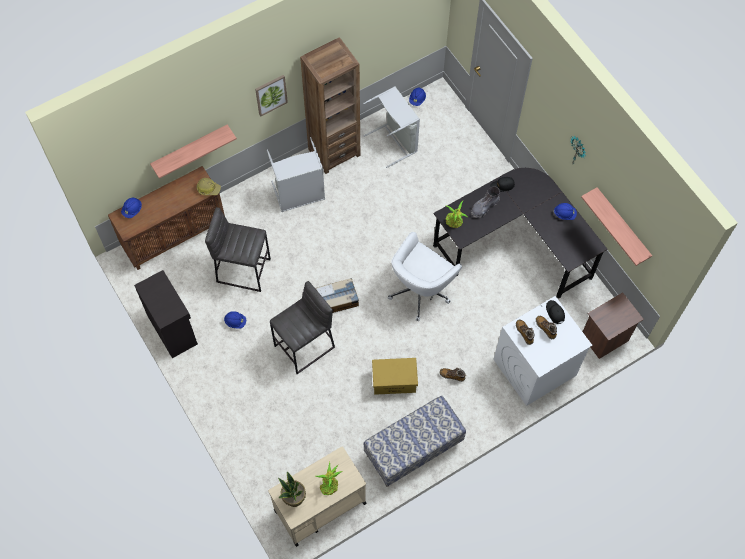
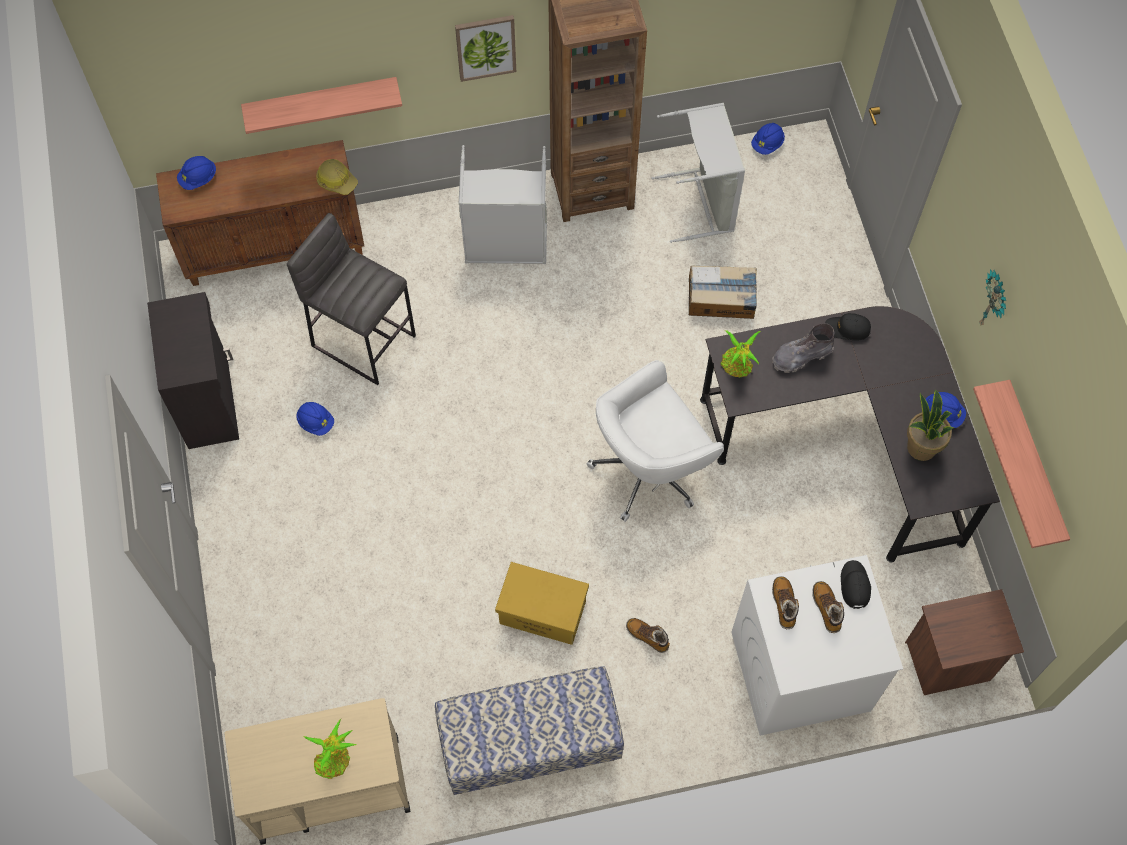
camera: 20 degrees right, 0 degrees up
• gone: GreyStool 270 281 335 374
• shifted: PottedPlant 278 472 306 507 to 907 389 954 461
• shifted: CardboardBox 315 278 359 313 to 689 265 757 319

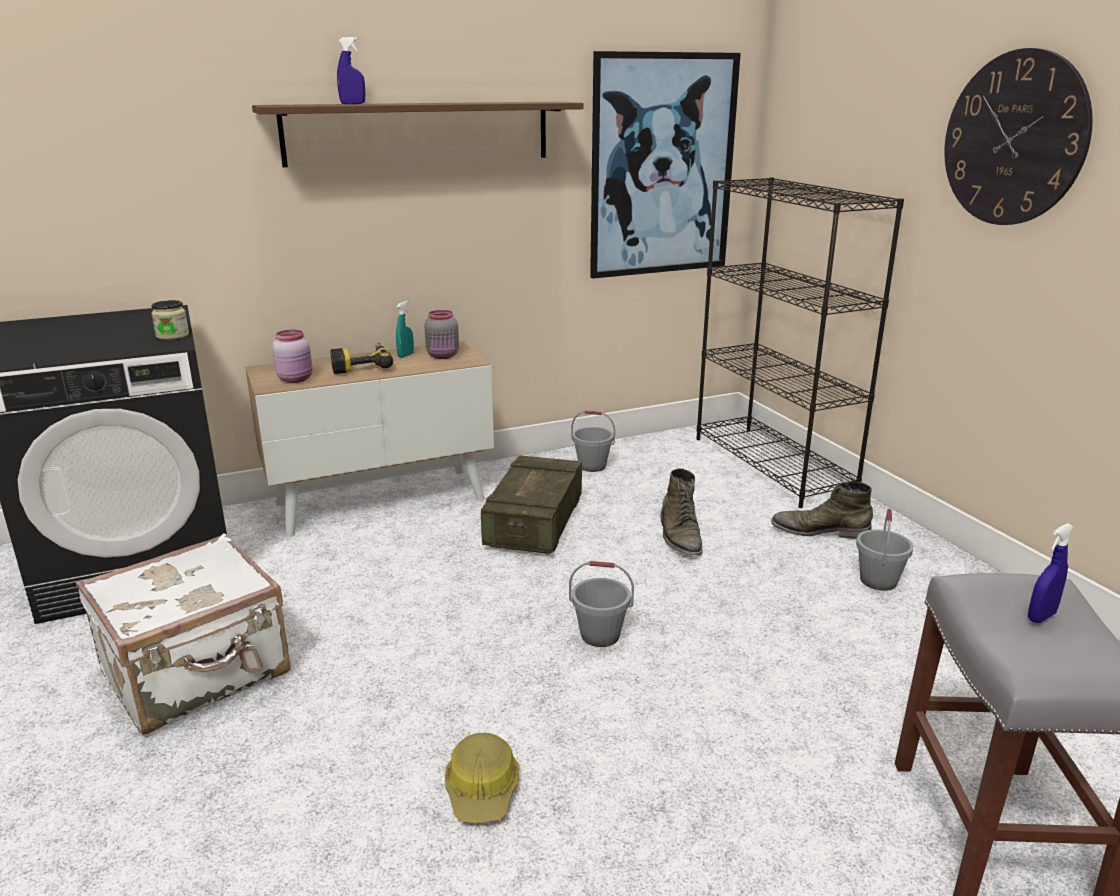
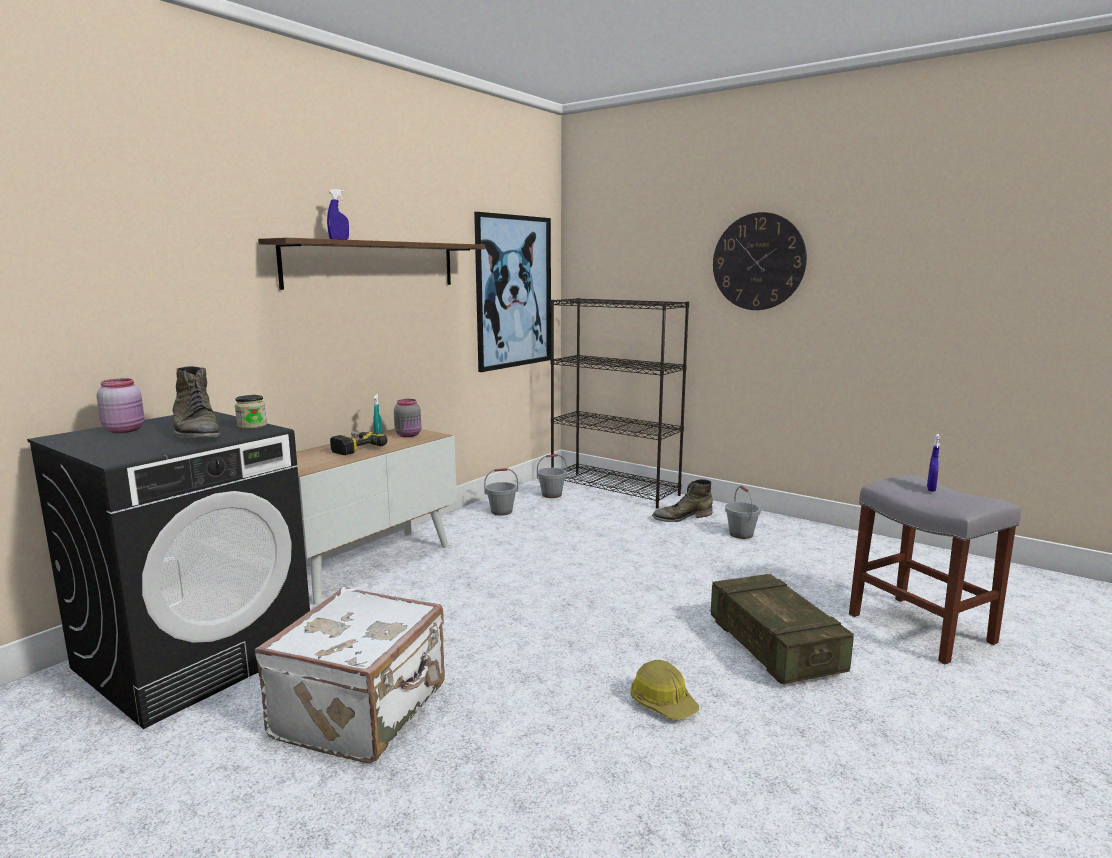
camera: 30 degrees left, 10 degrees down
• shifted: PinkJar 272 330 313 383 to 97 378 145 433
• shifted: Crate 481 455 582 554 to 711 574 854 684
• shifted: GreyBucket 569 561 634 647 to 537 454 567 498
• shifted: GreenBoot 660 468 703 556 to 172 366 221 438

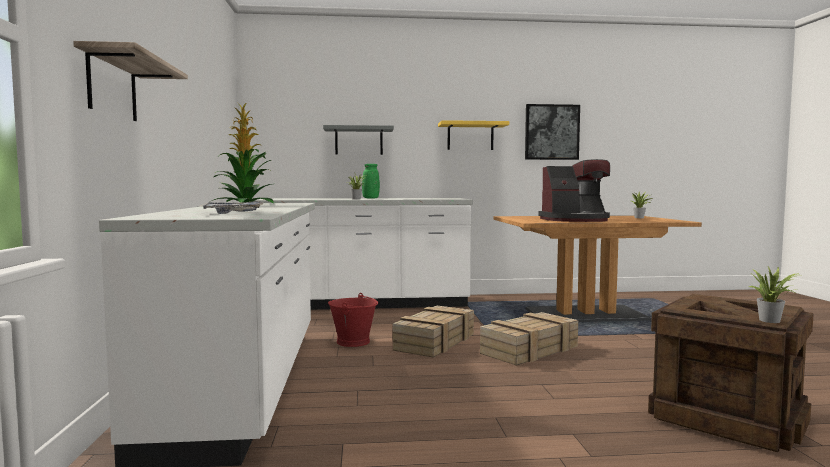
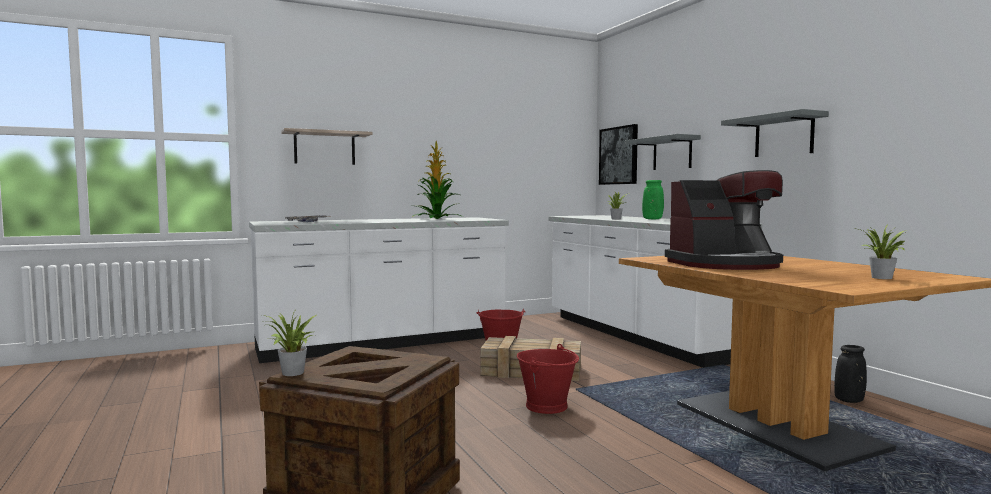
camera: 70 degrees right, 0 degrees up
• new: BlackVase 834 345 867 403
• shifted: Picture 525 104 580 160 to 599 124 638 185
• swapped: Crate 480 312 578 366 to RedBucket 517 344 579 414
• repainted: YellowShelf 438 120 509 150 to GreyShelf 721 109 829 157
• rotated: CoffeeMachine 538 159 610 222 = 665 170 783 270 75 degrees counterclockwise

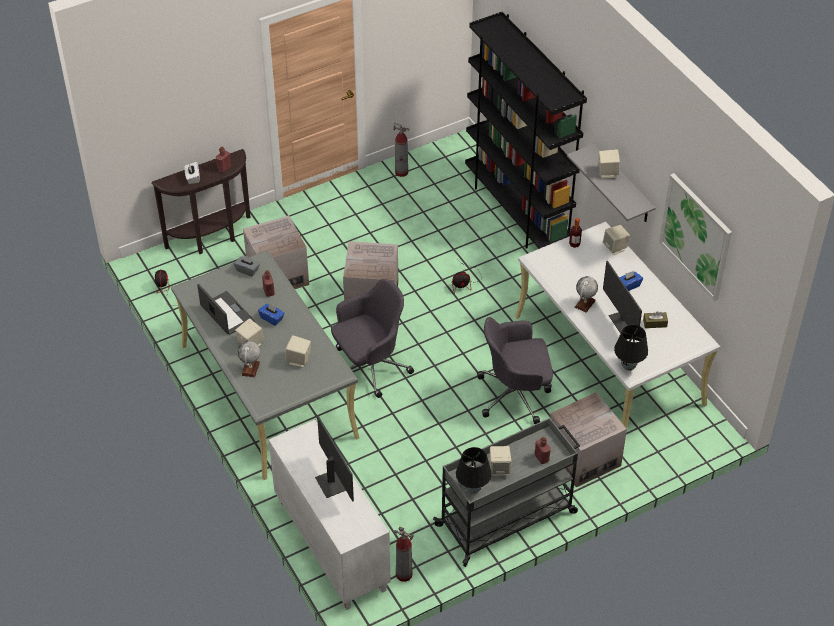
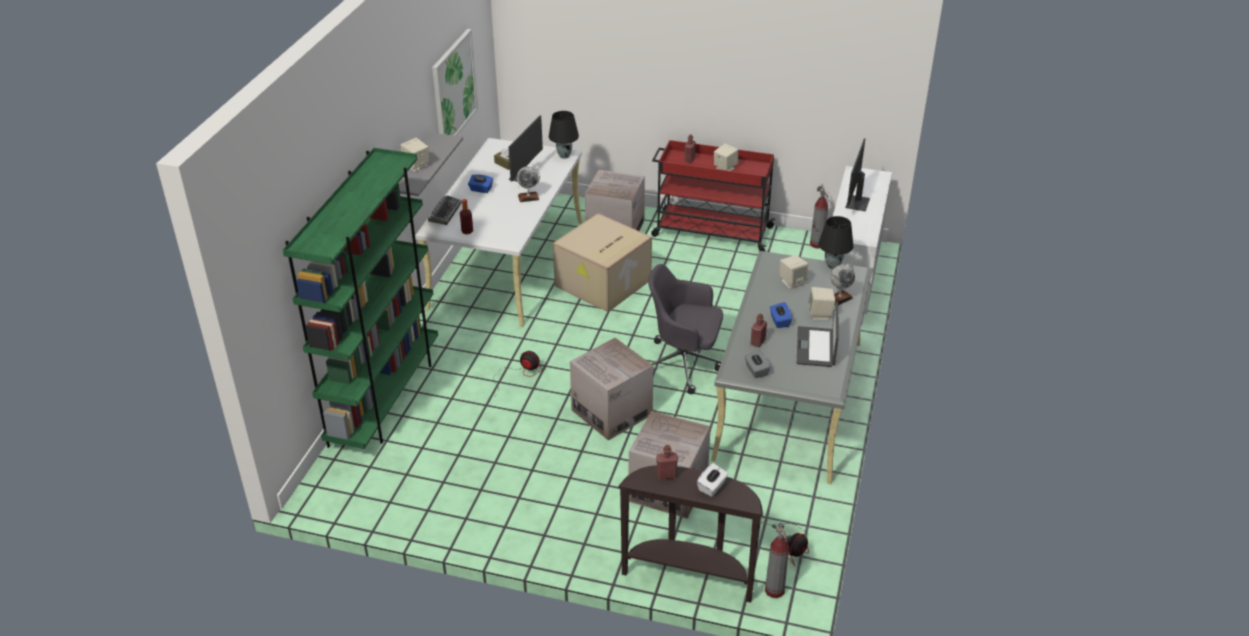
camera: 135 degrees left, 10 degrees down
• shifted: FireExtinguisher 393 123 409 177 to 765 522 792 598
• shifted: BlackTableLamp 456 447 492 494 to 818 216 853 269
• swapped: GreyOfficeChair 477 317 553 424 to CardboardBox 553 213 652 312
• swapped: BeigeSpeaker 603 225 630 255 to Keyboard 428 195 462 225
• repainted: GreyCart 433 418 580 567 to RedCart 651 140 776 251
• repainted: BlackBookcase 465 12 587 249 to GreenBookcase 283 148 438 449

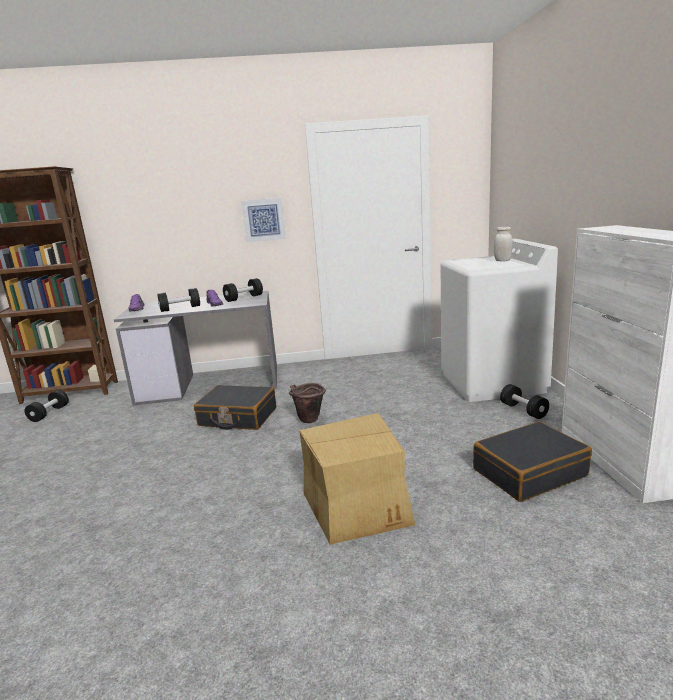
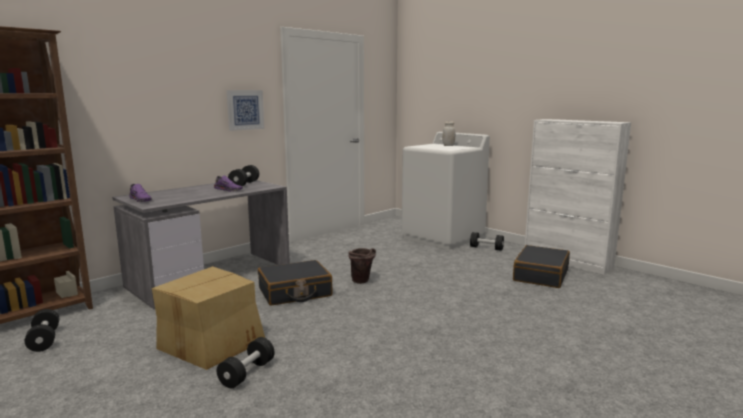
camera: 40 degrees left, 5 degrees down
• shifted: BlackDumbbell 158 288 200 312 to 217 337 275 388
• shifted: CardboardBox 299 413 415 545 to 152 266 265 370

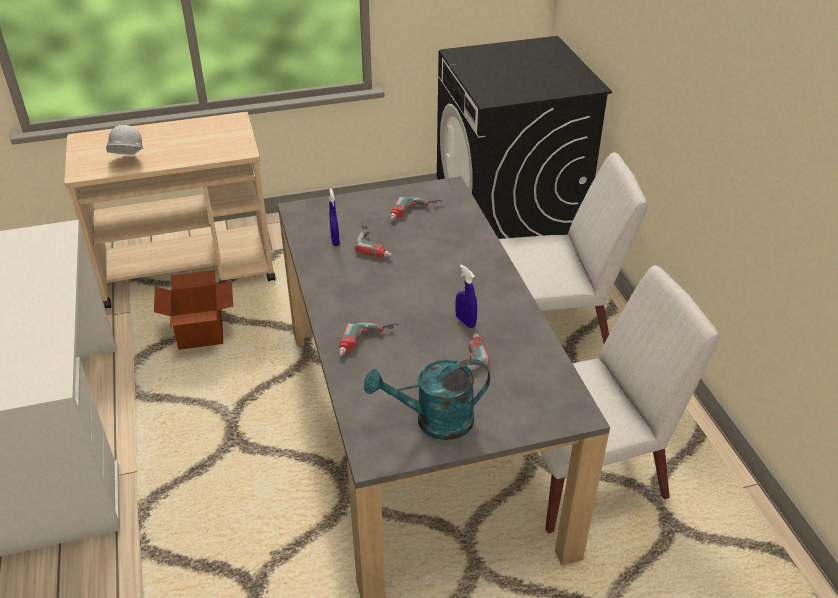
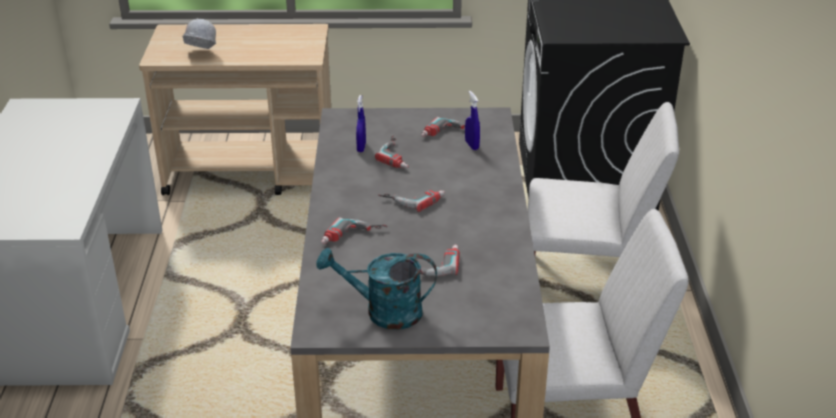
camera: 15 degrees right, 5 degrees down
• gone: CardboardBox 154 270 233 350
• new: PowerDrill 378 190 445 212
• shifted: BlueSprayBottle 455 264 477 328 to 465 91 480 150

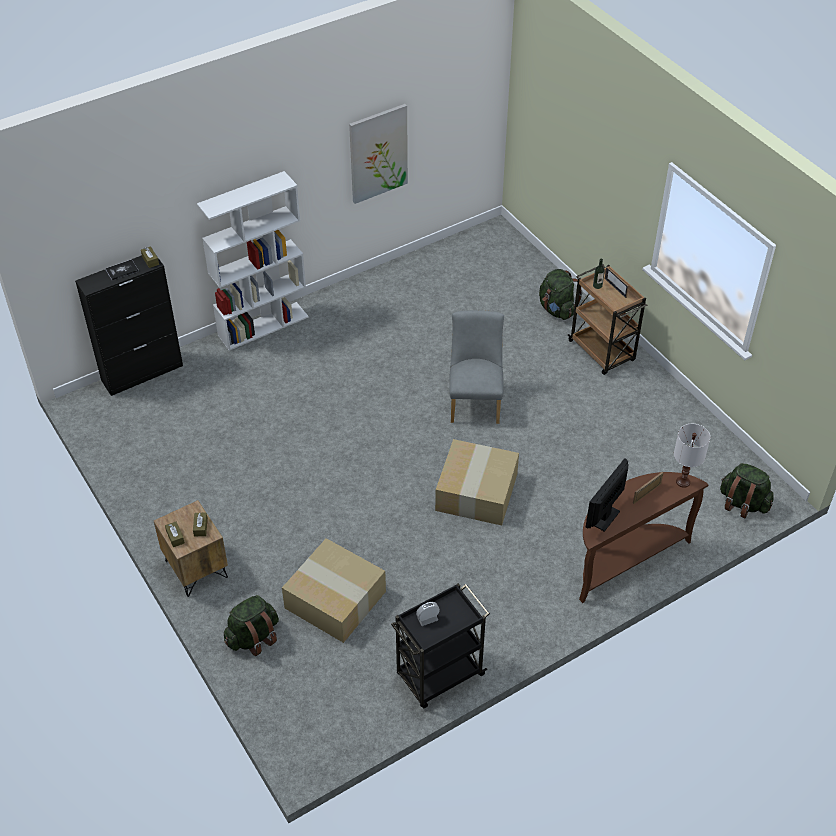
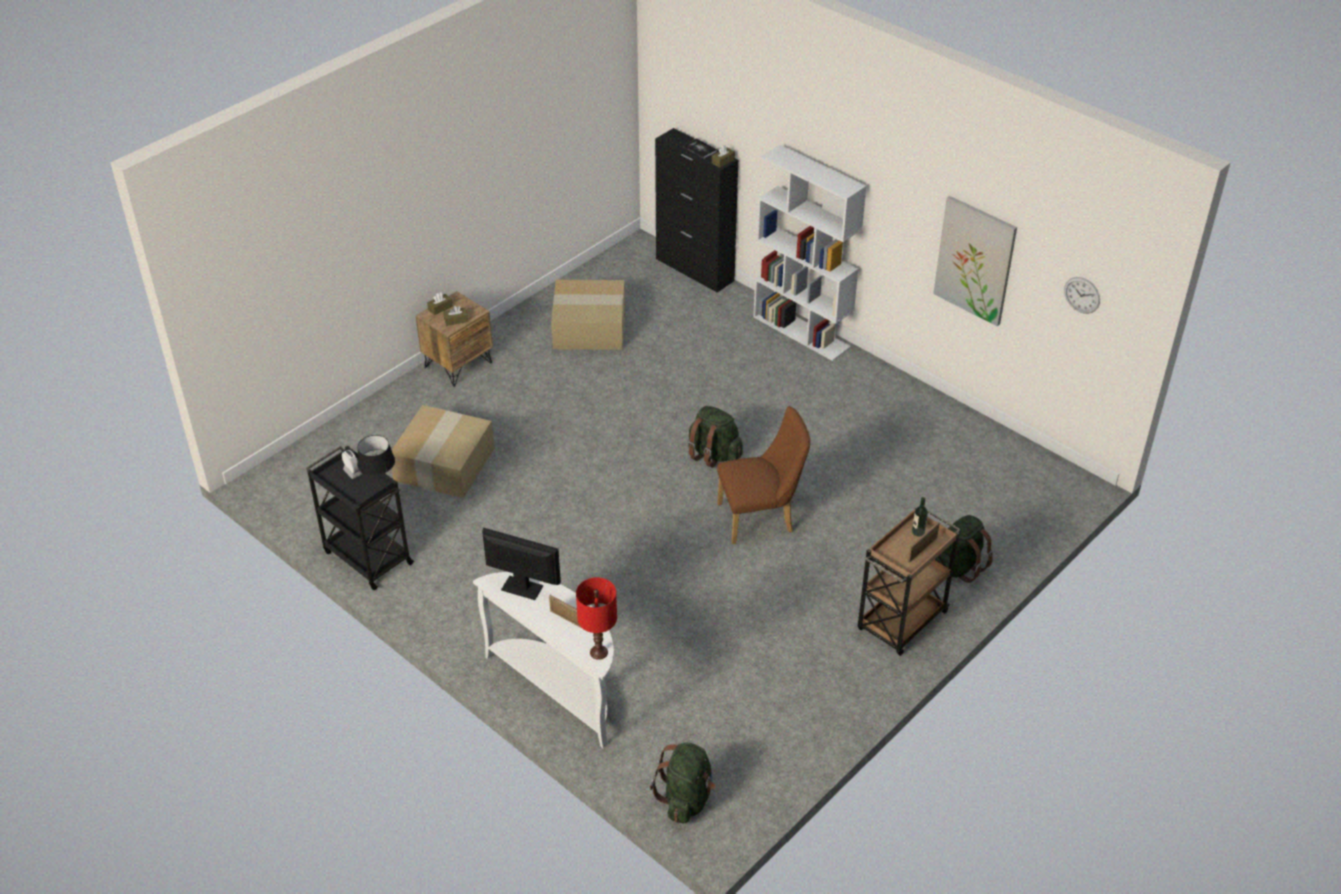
camera: 75 degrees right, 5 degrees down
• new: BlackTableLamp 357 435 395 487
• new: WallClock 1064 277 1100 314
• shifted: GreenBackpack 224 595 279 656 to 688 406 743 468
• shifted: CardboardBox 435 439 519 526 to 551 280 625 350
• repainted: GreyChair 449 310 504 424 to BrownChair 717 406 811 544
• repainted: BrownConsoleTable 579 472 708 603 to WhiteConsoleTable 473 572 614 749
• repainted: WhiteTableLamp 674 424 710 488 to RedTableLamp 576 577 617 660

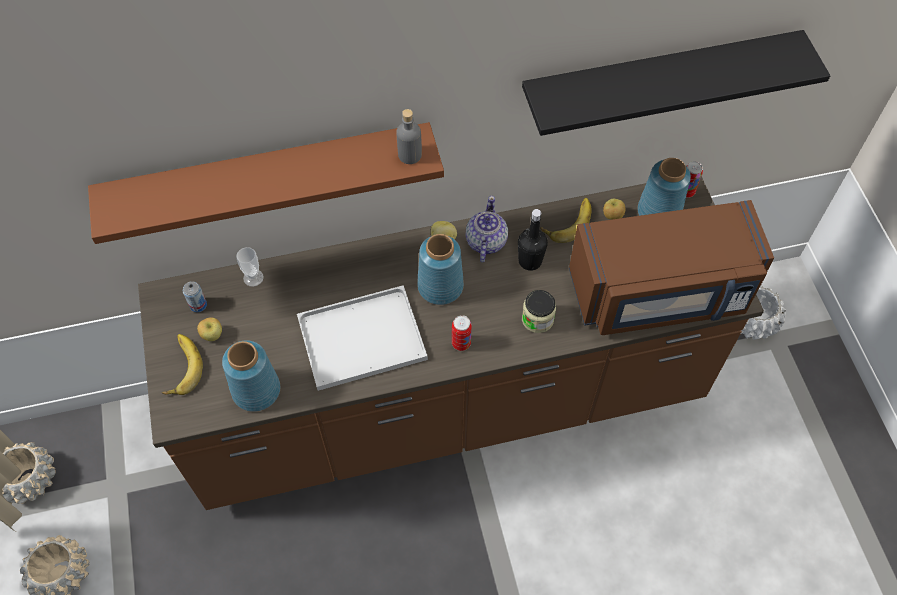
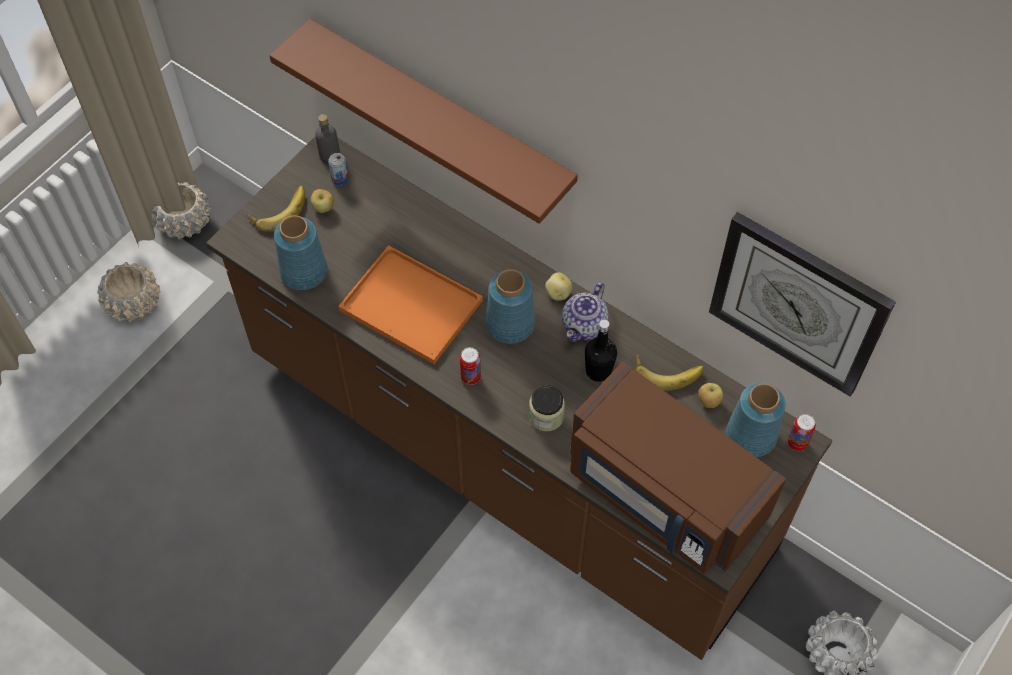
camera: 50 degrees right, 0 degrees up
• gone: Cup 236 247 264 287
• shifted: GreyBottle 396 109 422 164 to 315 114 340 161
• swapped: BlackShelf 522 30 830 136 to WallClock 709 212 896 397
• repainted: WhiteTray 297 285 428 391 to OrangeTray 338 245 483 364
• rotated: Teapot 466 196 508 262 = 562 282 609 342 150 degrees clockwise

